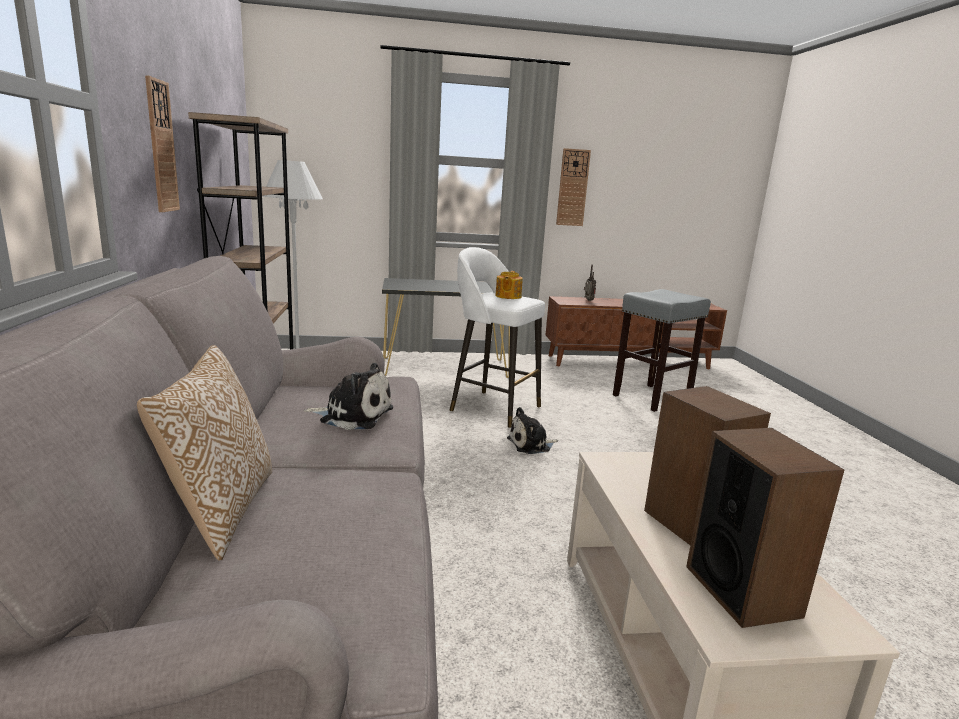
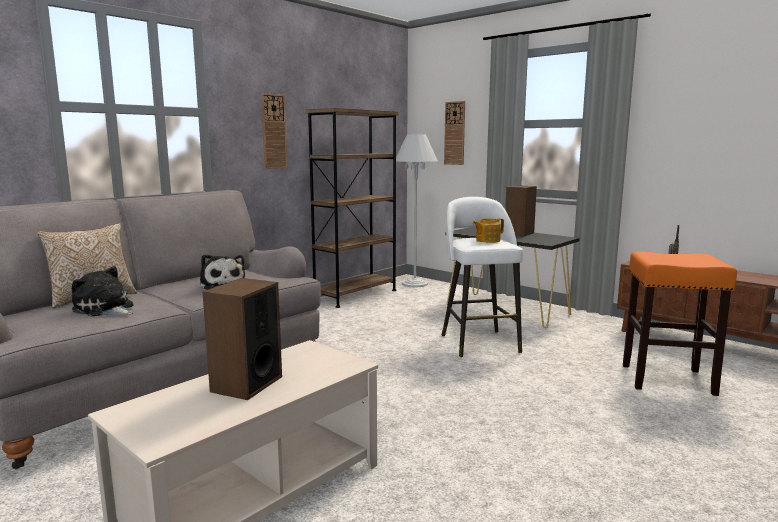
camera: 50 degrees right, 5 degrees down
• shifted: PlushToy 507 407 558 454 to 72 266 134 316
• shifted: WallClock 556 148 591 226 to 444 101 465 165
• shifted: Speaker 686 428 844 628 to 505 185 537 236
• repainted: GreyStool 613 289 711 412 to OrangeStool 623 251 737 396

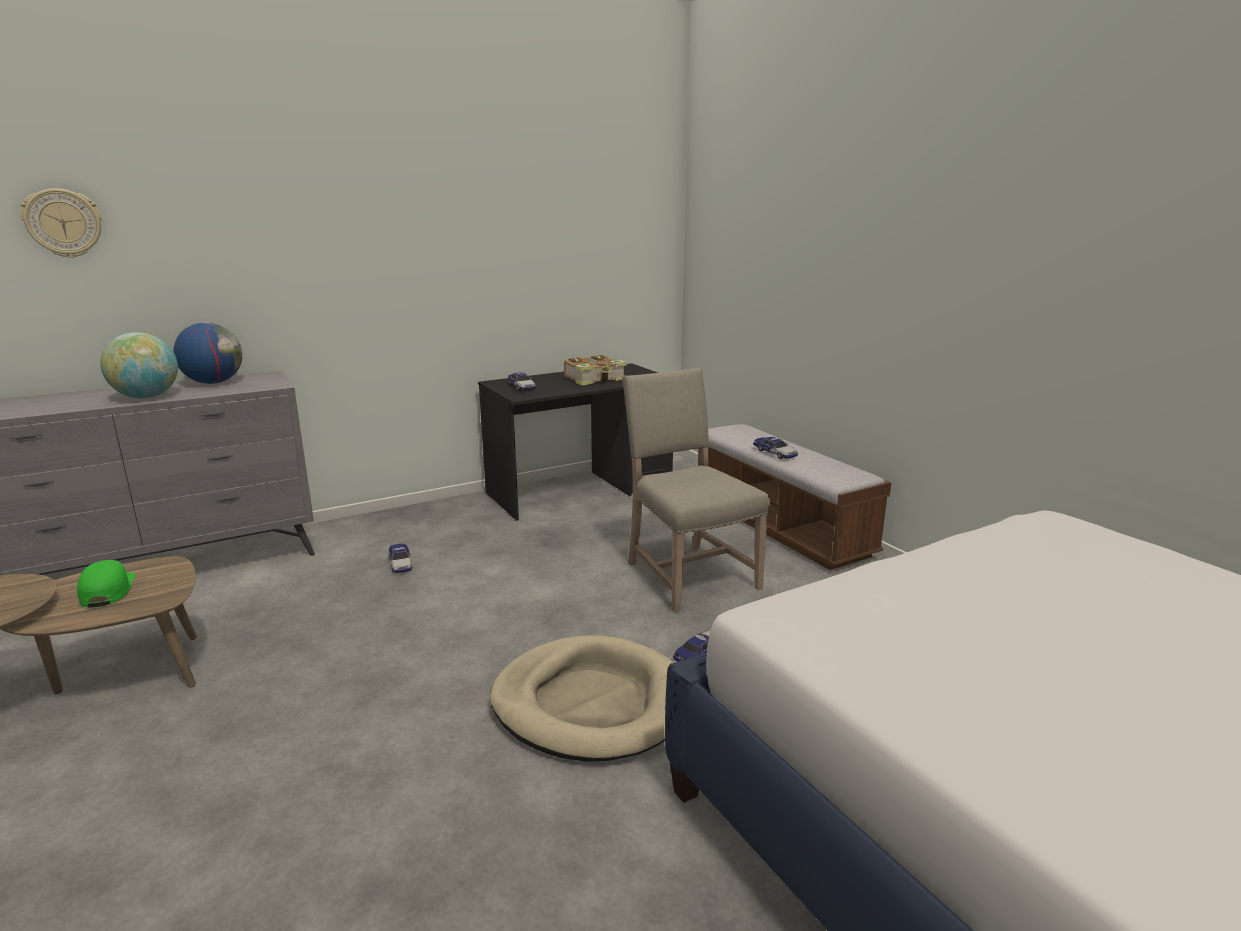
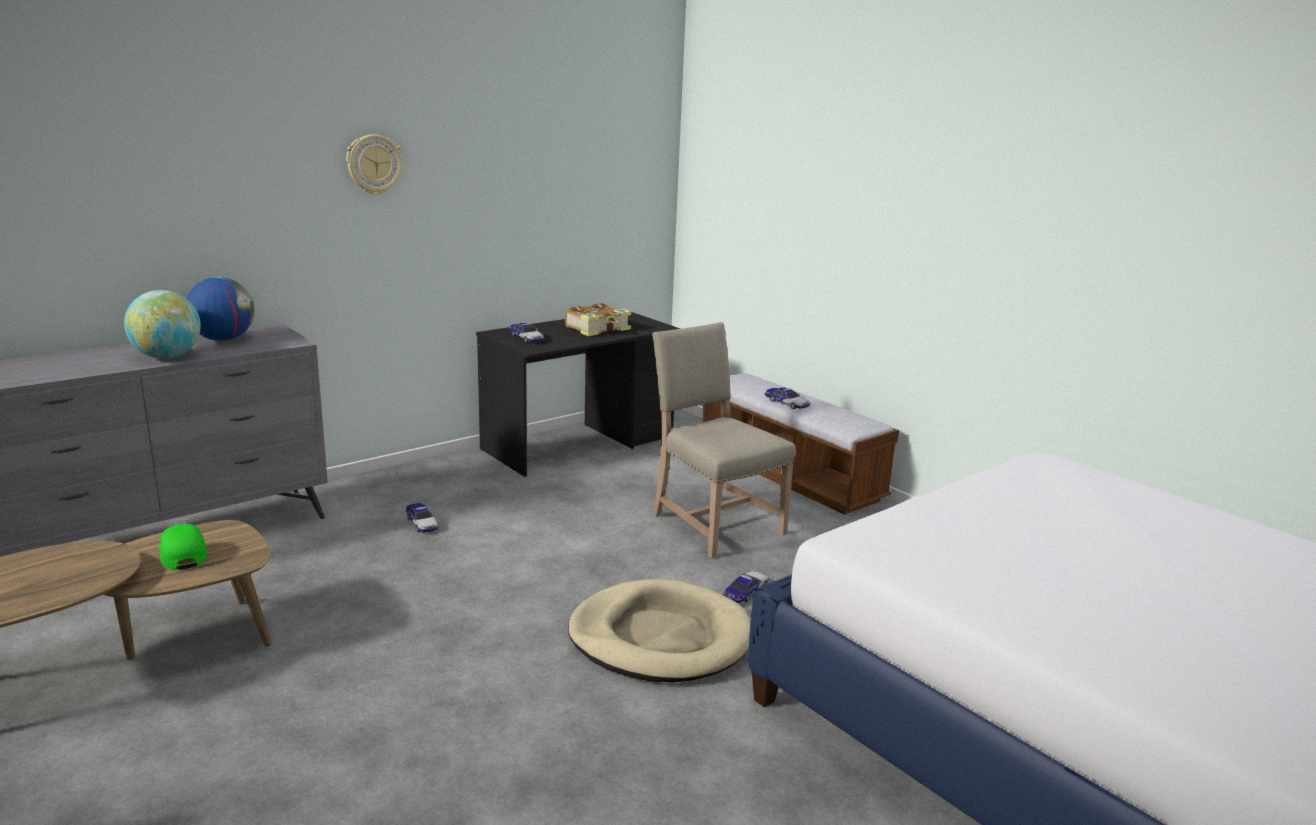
camera: 10 degrees left, 0 degrees up
• shifted: WallClock 20 188 102 258 to 346 134 403 195

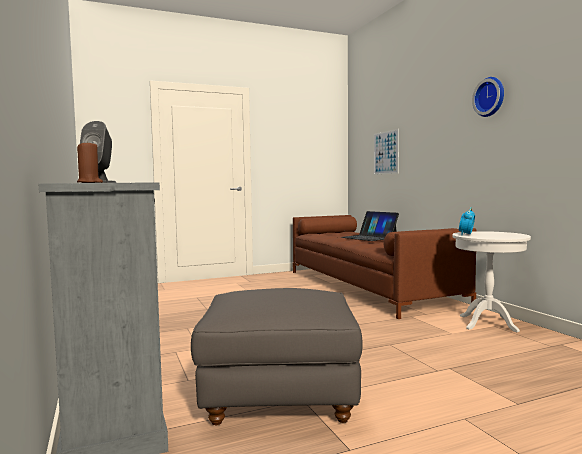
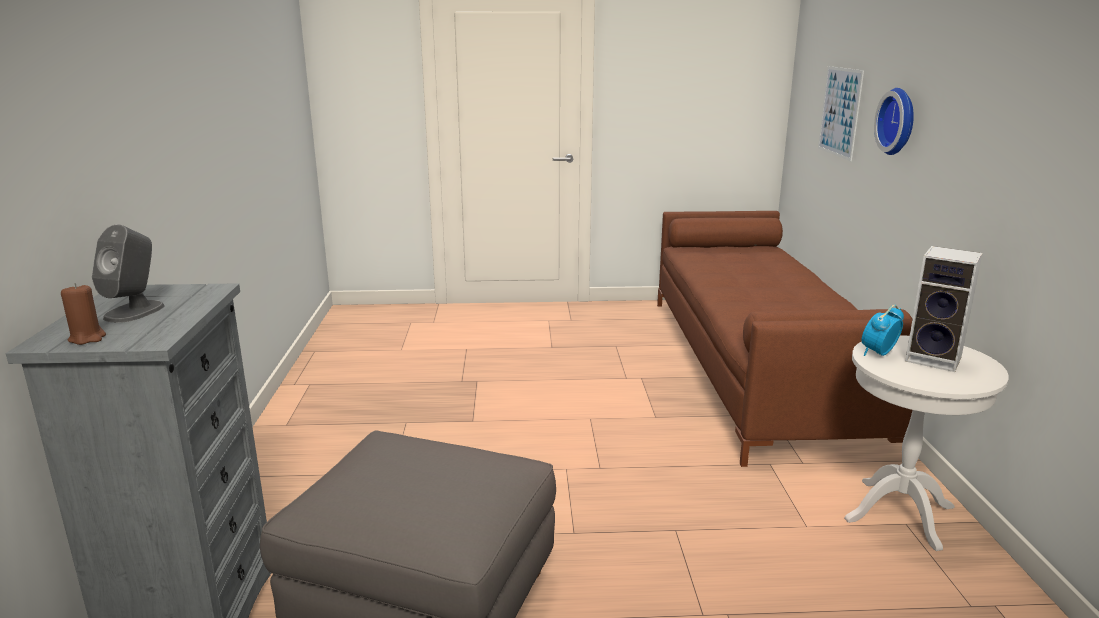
camera: 20 degrees right, 15 degrees up
• gone: Laptop 341 211 399 241
• new: Speaker 905 246 983 372
• shifted: WallClock 472 77 504 117 to 874 88 914 155

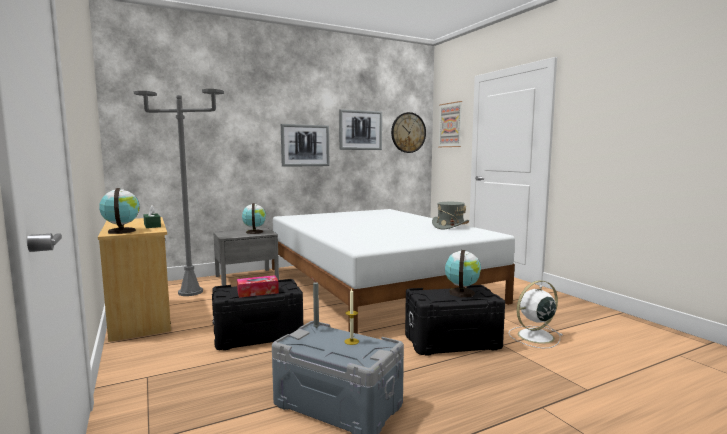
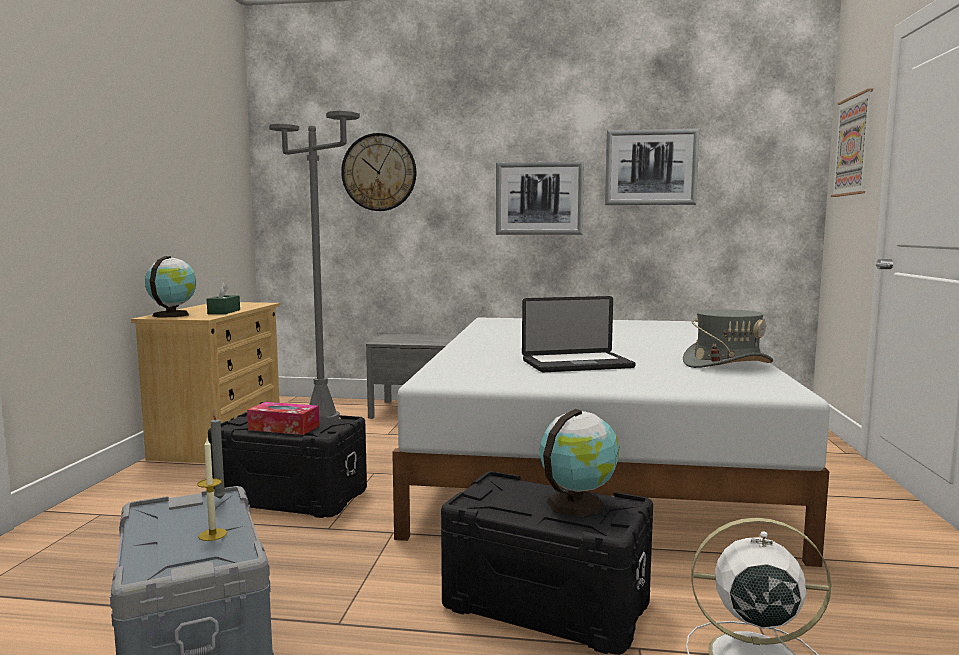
camera: 35 degrees right, 0 degrees up
• gone: Globe 242 203 266 234
• new: Laptop 522 296 636 372
• shifted: WallClock 391 112 426 153 to 341 133 416 211

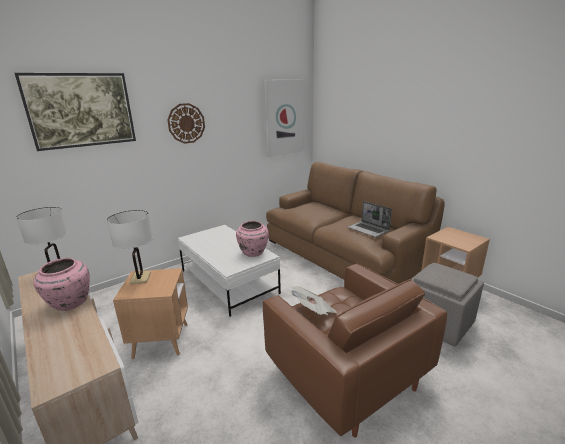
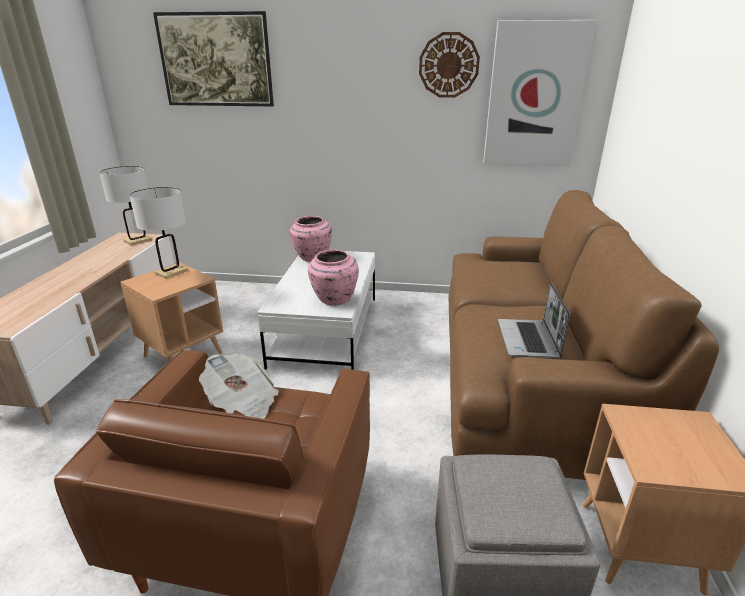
camera: 45 degrees right, 5 degrees up
• shifted: PinkVase 33 258 90 311 to 290 216 332 262
• shifted: WallClock 167 103 205 144 to 419 32 480 98

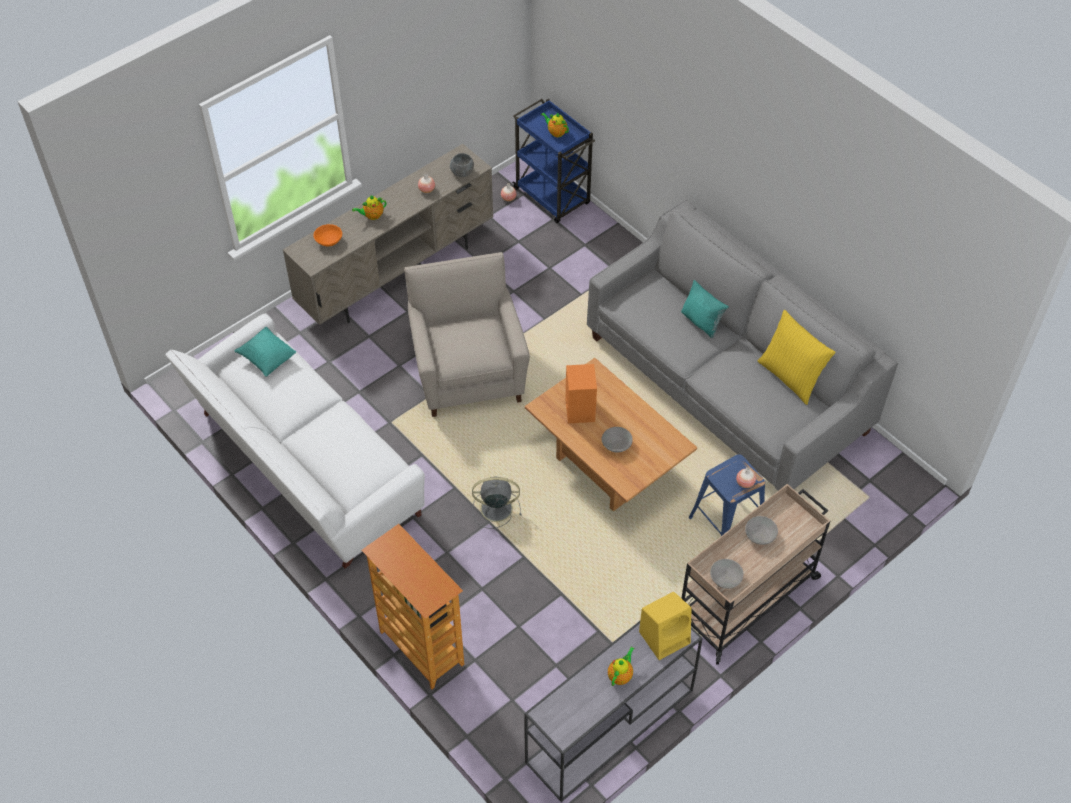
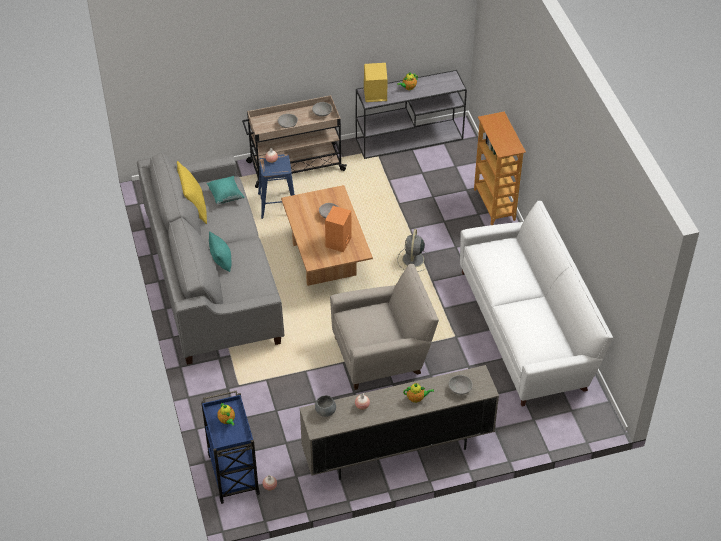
camera: 155 degrees left, 5 degrees down
• shifted: TurquoisePillow 234 327 296 377 to 207 176 245 204
• repainted: OrangeBowl 314 224 342 246 to GreyBowl 448 375 473 395
• rotated: BeigeArmchair 404 252 530 417 = 330 264 439 390 120 degrees counterclockwise
• rotated: GreyFan 472 476 522 529 = 397 229 429 272 75 degrees clockwise

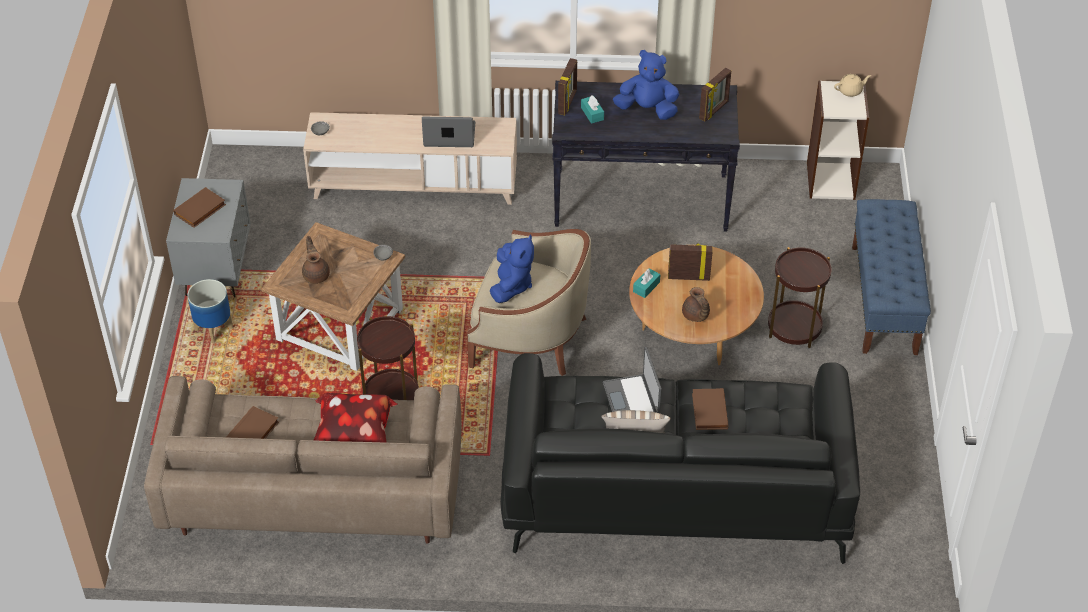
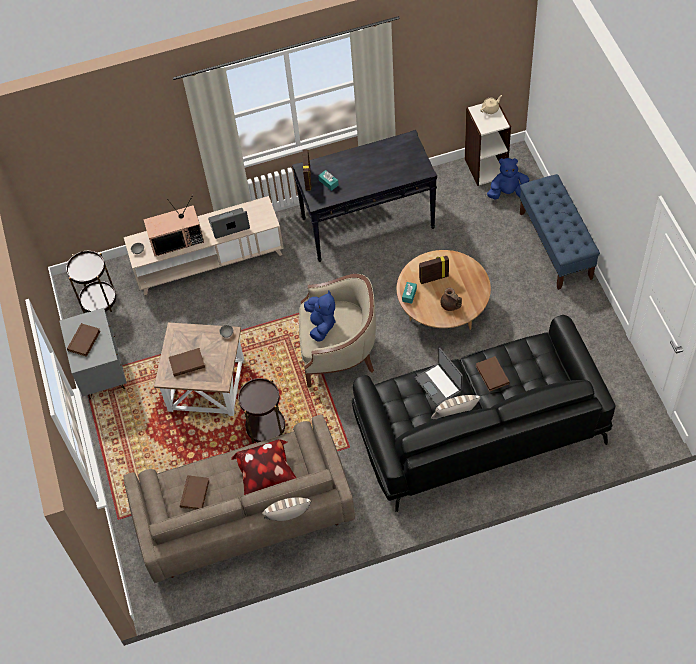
camera: 15 degrees left, 10 degrees up
• gone: Planter 188 279 233 343
• gone: PictureFrame 699 68 731 122
• new: Television 143 195 204 256
• new: Pillow 262 497 311 521
• shifted: BluePlushToy 613 50 679 120 to 487 158 529 199
• shifted: BrownSideTable 768 247 832 348 to 66 251 116 313
• swapped: BrownTeapot 302 236 330 284 to BrownBook 169 348 205 377

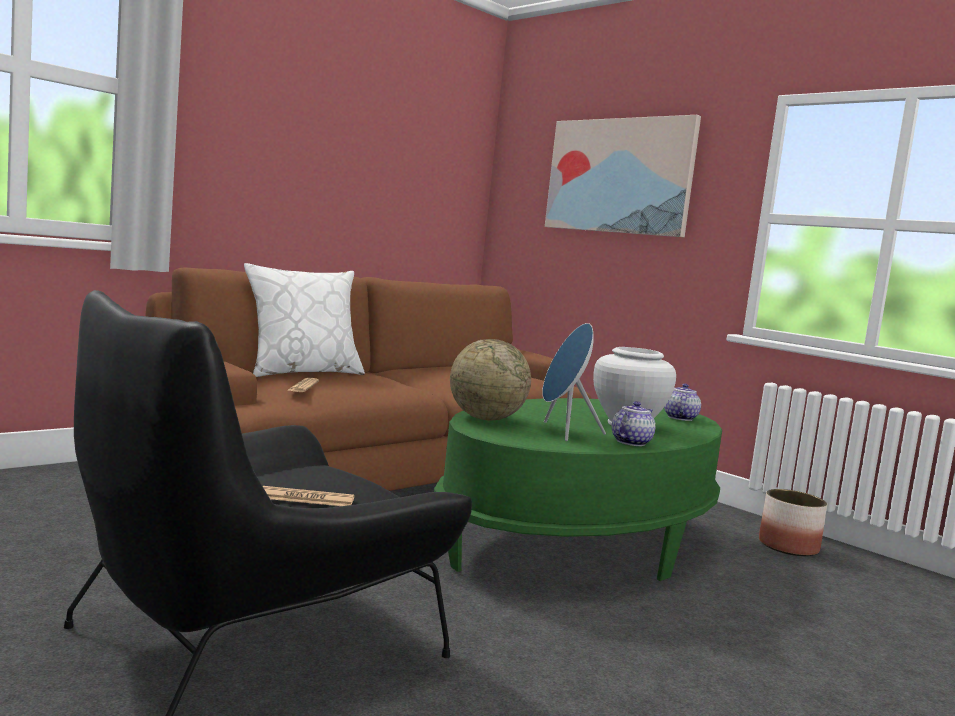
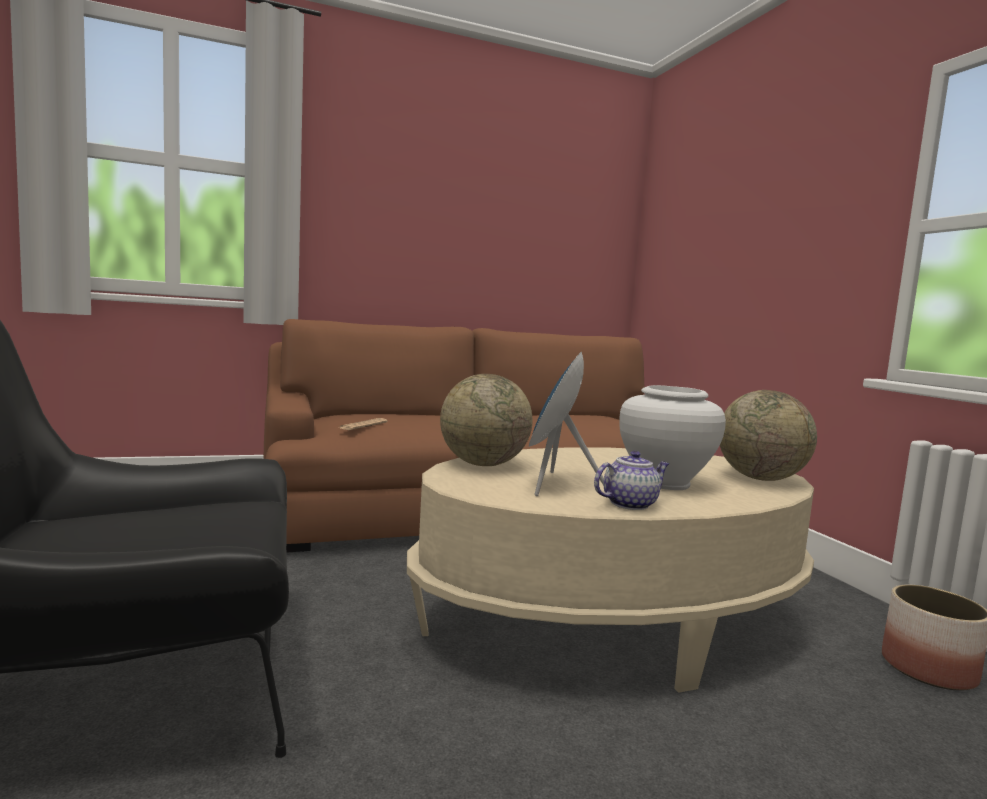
camera: 25 degrees right, 0 degrees up
• gone: WhitePillow 244 263 365 377
• gone: Newspaper 263 486 354 506
• gone: Picture 545 115 701 237
• swapped: Teapot 664 384 701 421 to Globe 720 390 817 481
• repainted: GreenCoffeeTable 434 398 722 581 to BeigeCoffeeTable 407 447 814 693

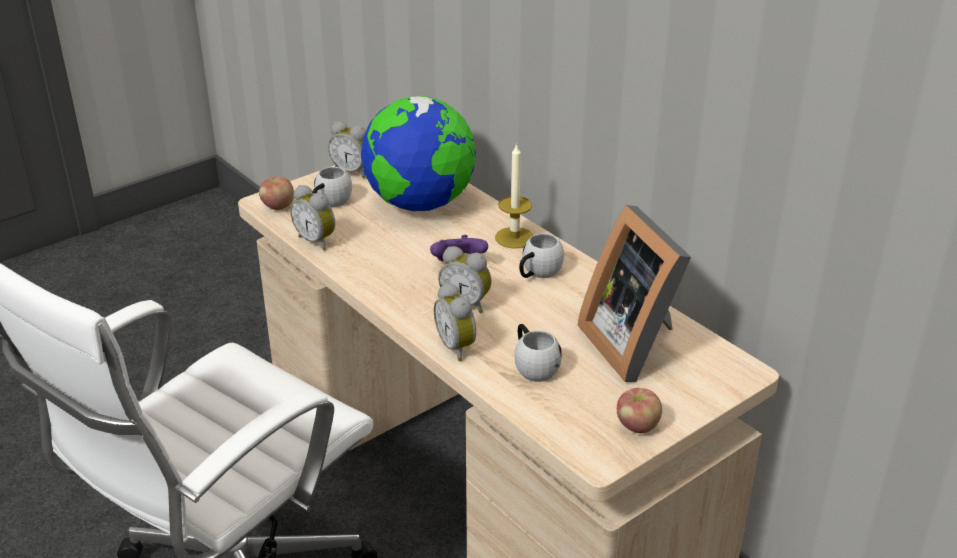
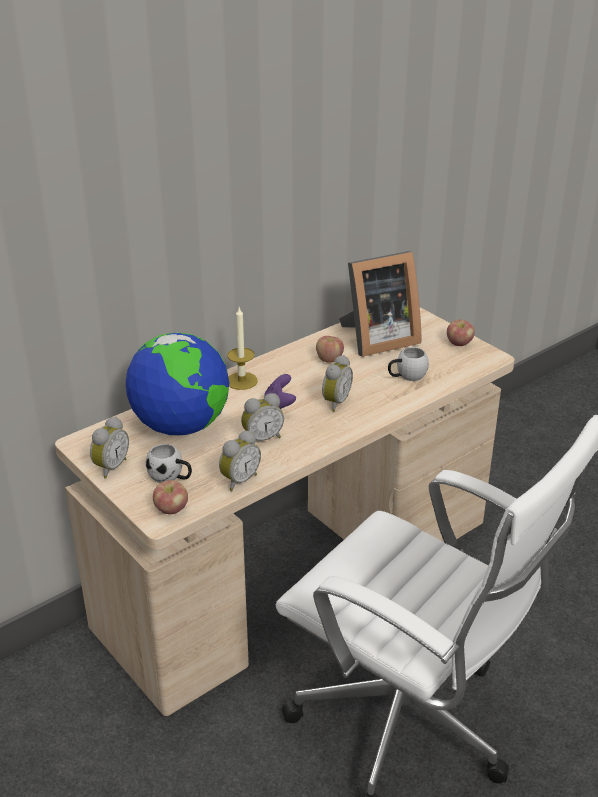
camera: 90 degrees left, 0 degrees up
• gone: WhiteMug 519 233 564 278
• new: Apple 316 336 344 363
• shifted: AlarmClock 434 283 476 361 to 241 393 284 441

